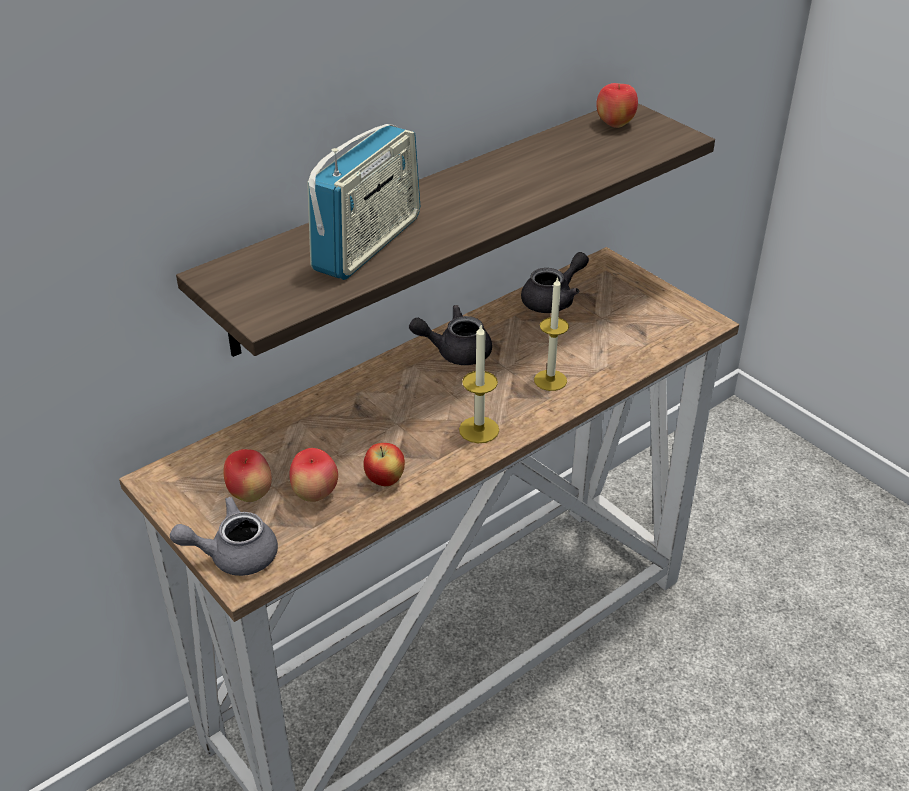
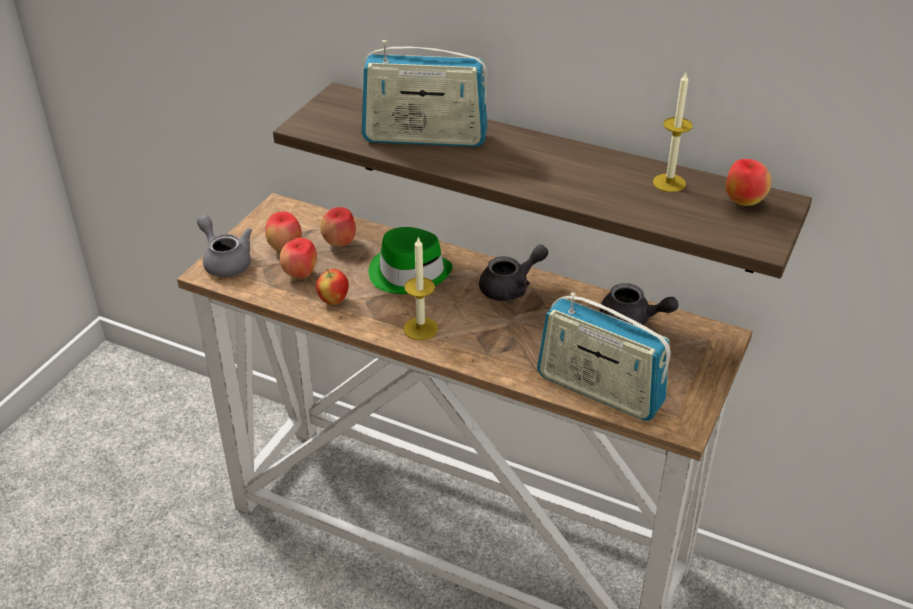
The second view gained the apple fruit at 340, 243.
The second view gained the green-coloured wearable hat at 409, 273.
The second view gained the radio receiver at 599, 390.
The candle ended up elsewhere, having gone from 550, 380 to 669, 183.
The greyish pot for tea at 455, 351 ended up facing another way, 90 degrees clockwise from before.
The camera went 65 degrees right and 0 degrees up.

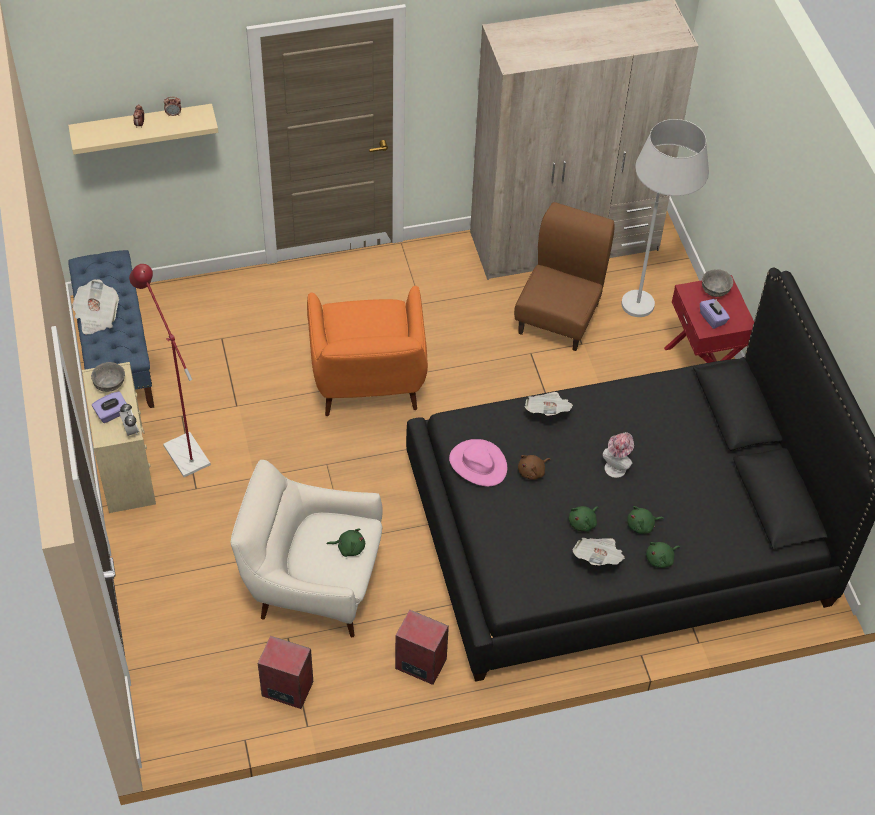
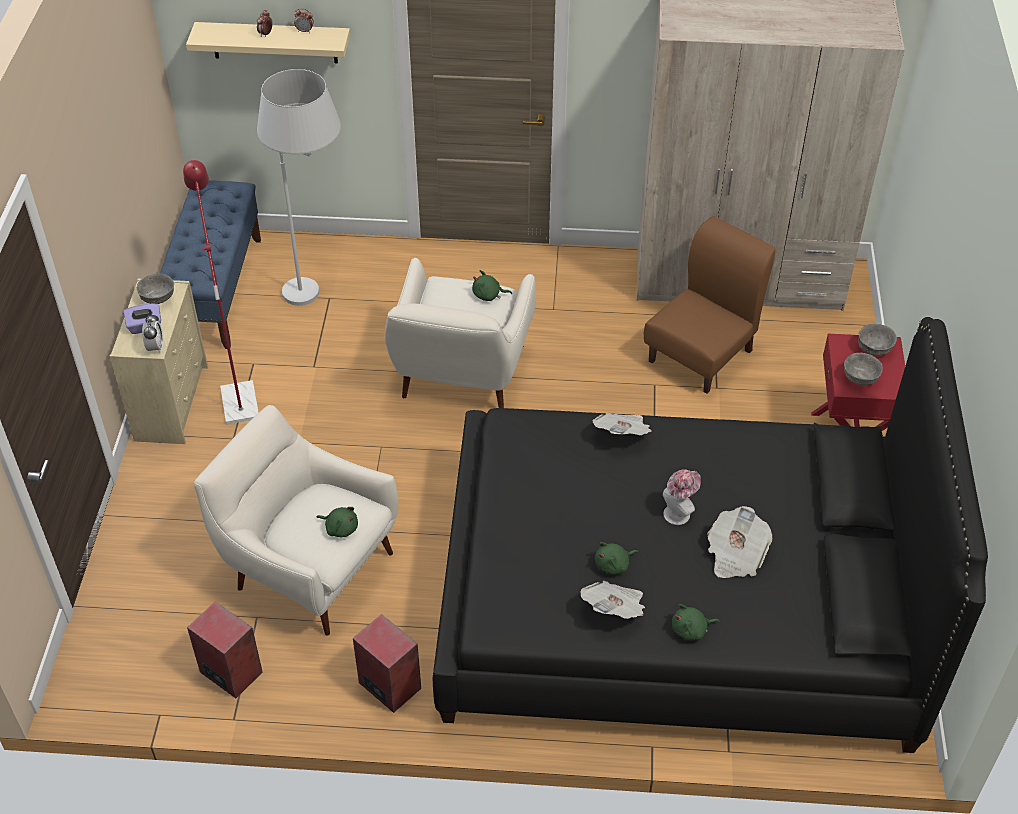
The second view lost the pinkish wearable hat at 478, 464.
The second view lost the brownish cuddly toy at 532, 471.
The daily paper ended up elsewhere, having gone from 96, 316 to 735, 555.
The white floor lamp ended up elsewhere, having gone from 648, 294 to 319, 285.
The green-coloured cuddly toy ended up elsewhere, having gone from 642, 525 to 488, 295.
Where the purplish box of tissues stood at 713, 319, the greyish bowl came to stand at 859, 378.
What was the orangey armchair at 368, 384 turned into the white armchair at 461, 377.
The camera went 20 degrees right and 5 degrees down.

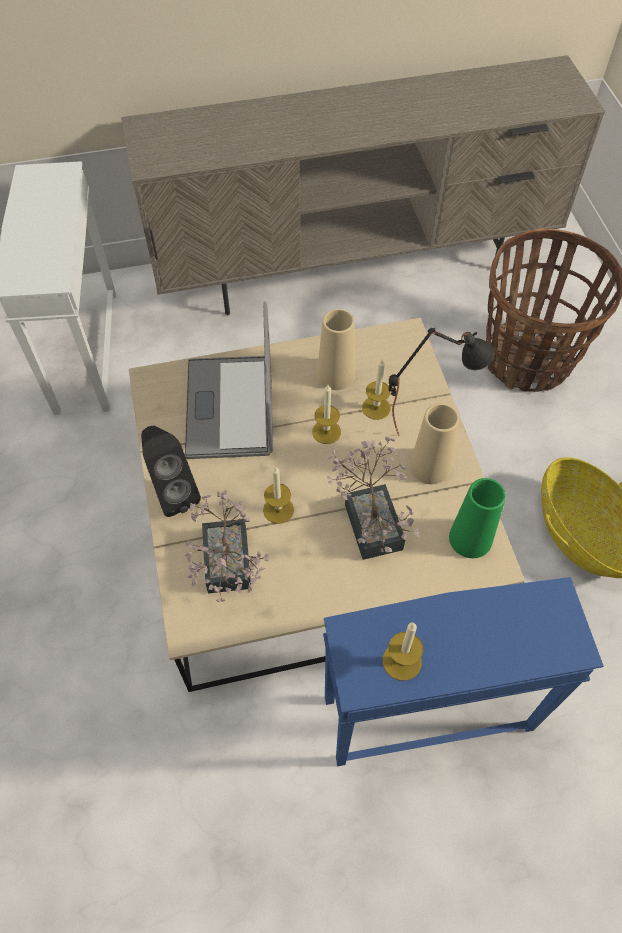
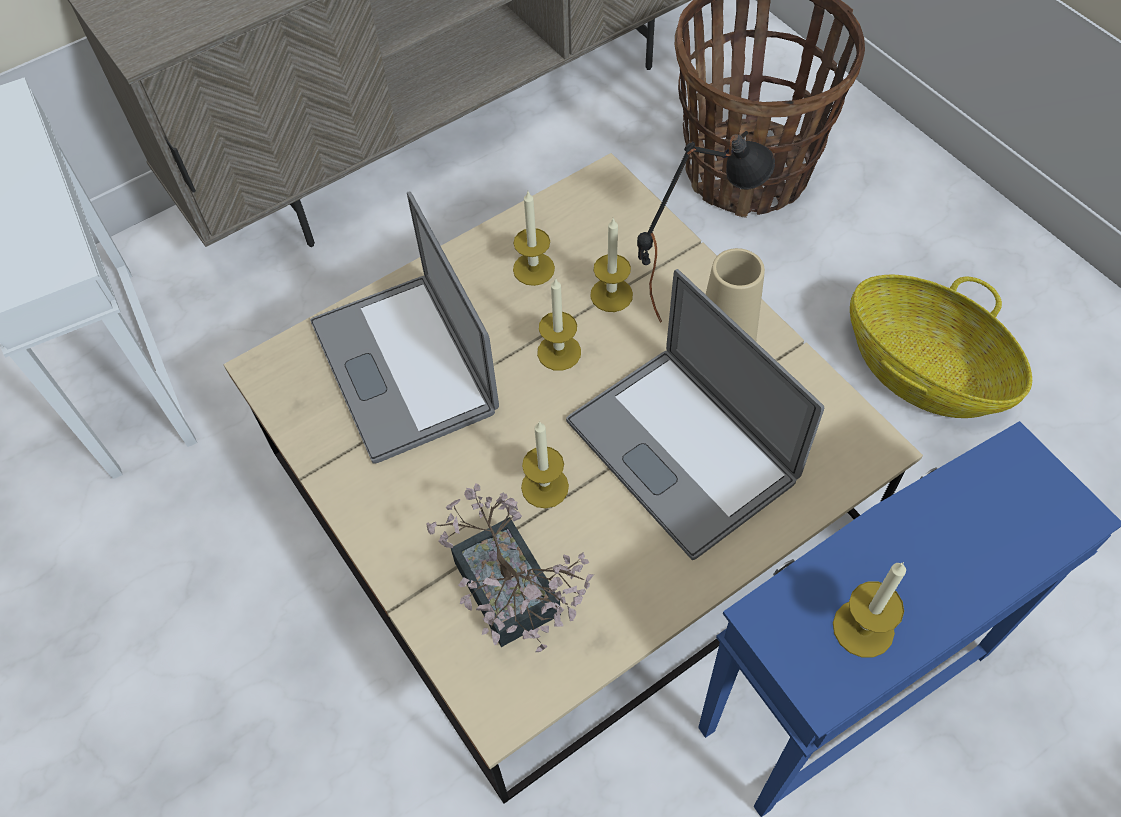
The second view lost the black audio speaker at 173, 492.
The second view lost the green-coloured decorative vase at 470, 538.
Where the beige-coloured decorative vase stood at 336, 375, the candle came to stand at 533, 269.
Where the potted plant stood at 371, 519, the notebook computer came to stand at 681, 450.
The camera went 20 degrees left and 0 degrees up.

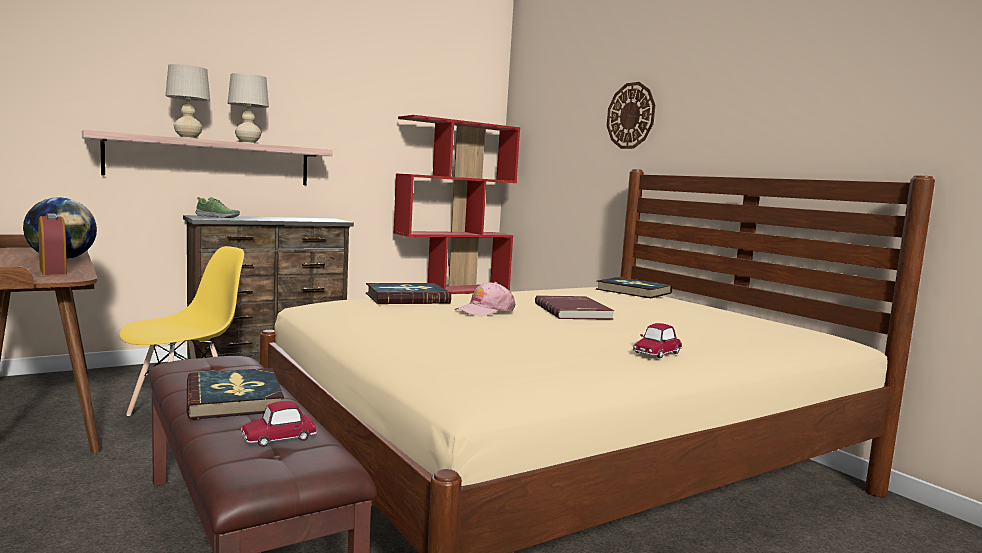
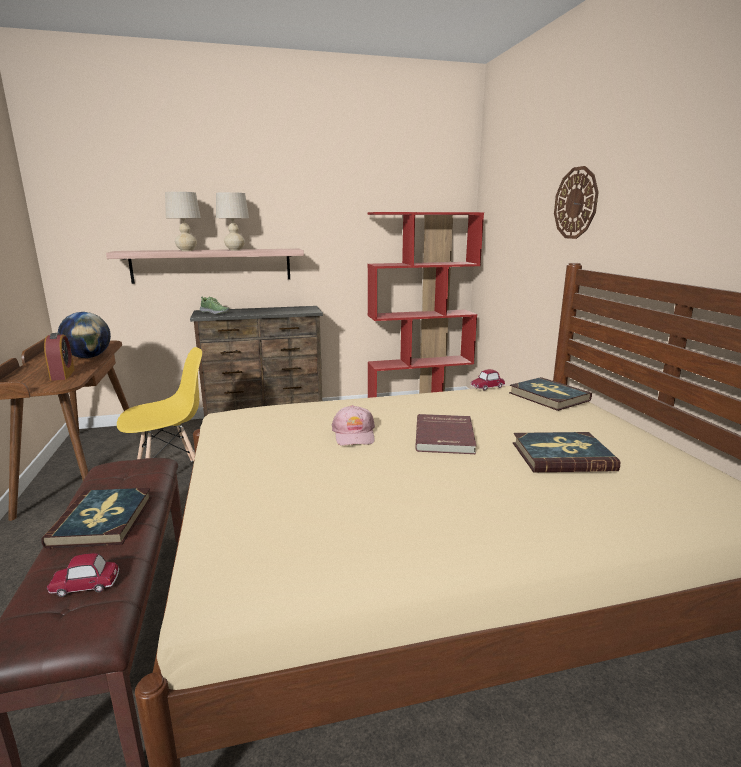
The book ended up elsewhere, having gone from 407, 298 to 562, 456.
The model car ended up elsewhere, having gone from 656, 353 to 487, 387.
The pinkish cap at 485, 311 ended up facing another way, 75 degrees counterclockwise from before.
The camera went 20 degrees right and 10 degrees up.

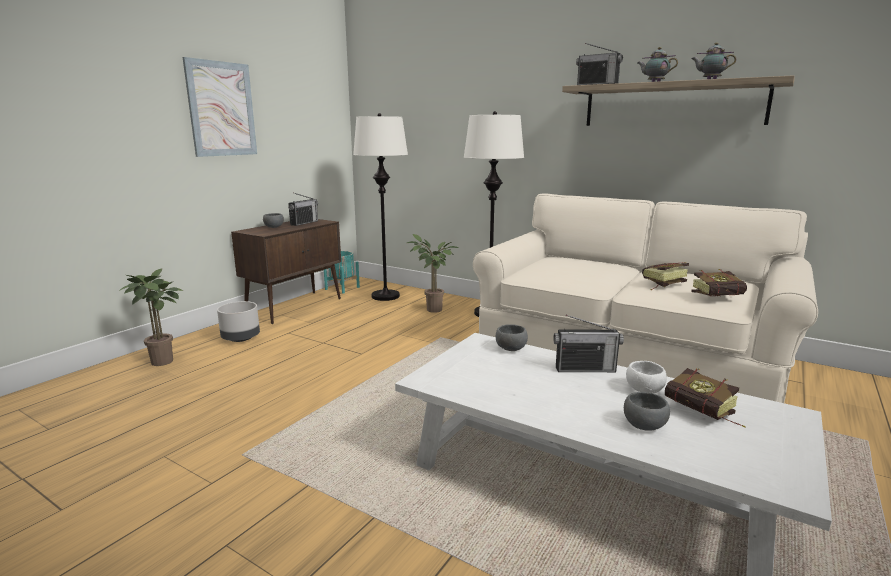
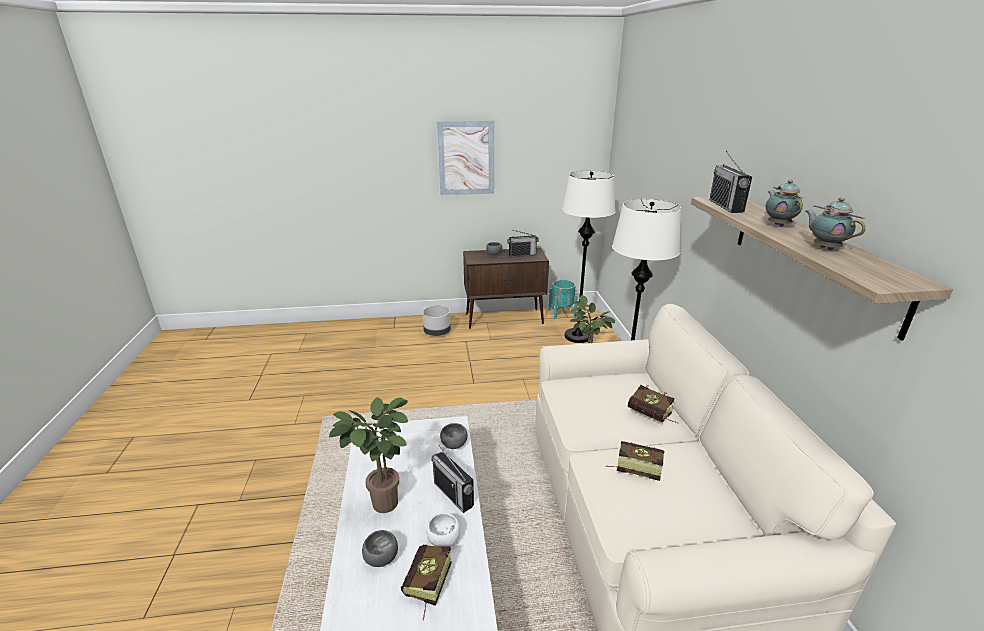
The potted plant ended up elsewhere, having gone from 164, 362 to 384, 507.
The book ended up elsewhere, having gone from 721, 298 to 653, 417.
The camera went 50 degrees right and 10 degrees up.

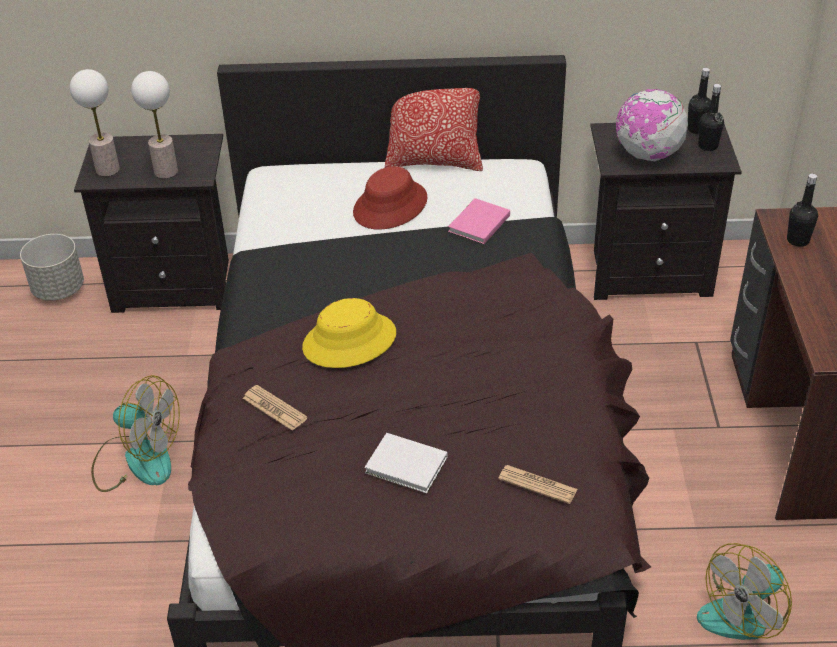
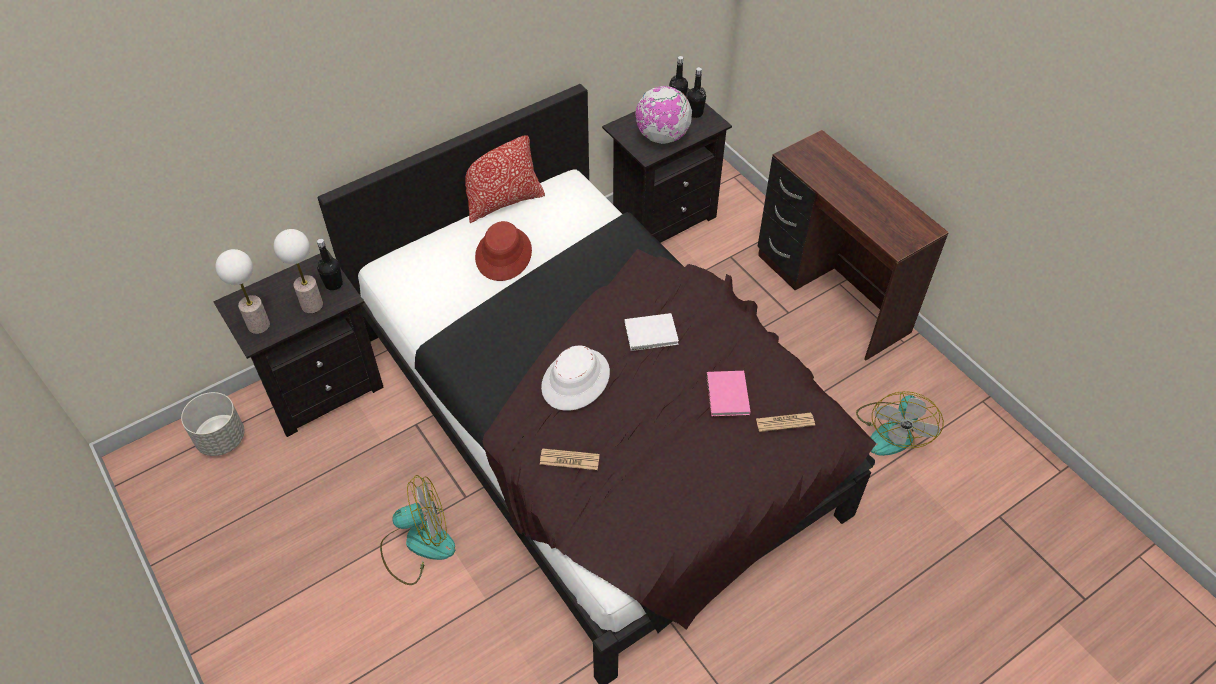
The white book ended up elsewhere, having gone from 407, 466 to 652, 334.
The pinkish book ended up elsewhere, having gone from 477, 224 to 727, 396.
The black bottle ended up elsewhere, having gone from 798, 240 to 333, 284.
What was the yellow-coloured wearable hat at 349, 341 turned into the white wearable hat at 576, 380.
The camera went 35 degrees left and 10 degrees up.

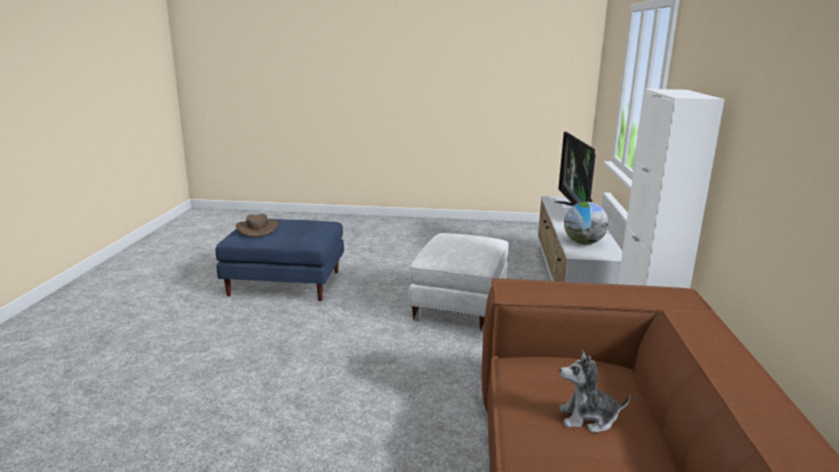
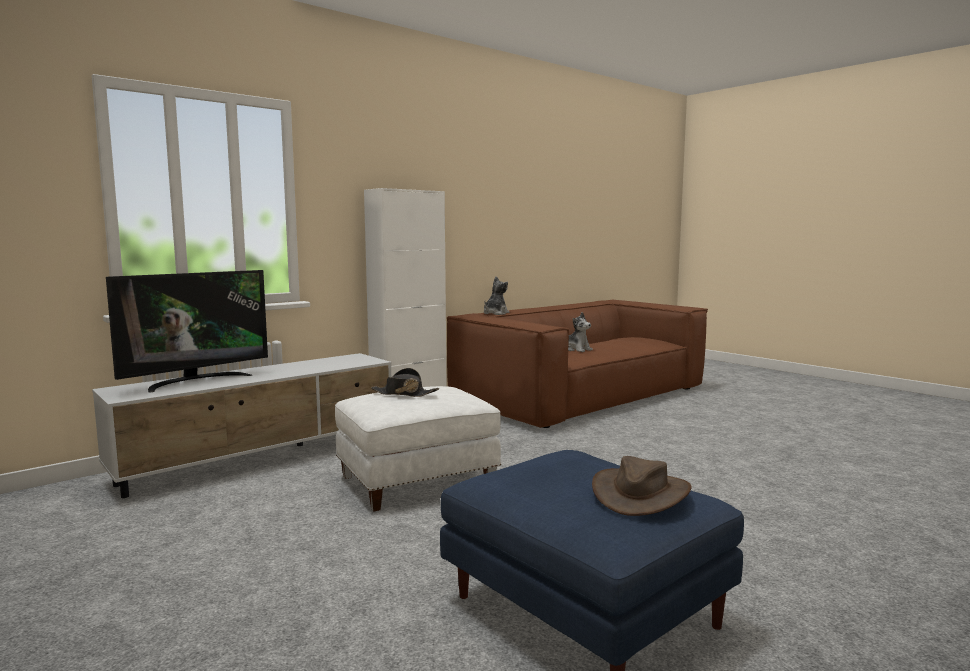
The second view lost the globe at 583, 243.
The second view gained the black wearable hat at 404, 394.
The second view gained the cuddly toy at 495, 313.
The camera went 135 degrees left and 10 degrees down.

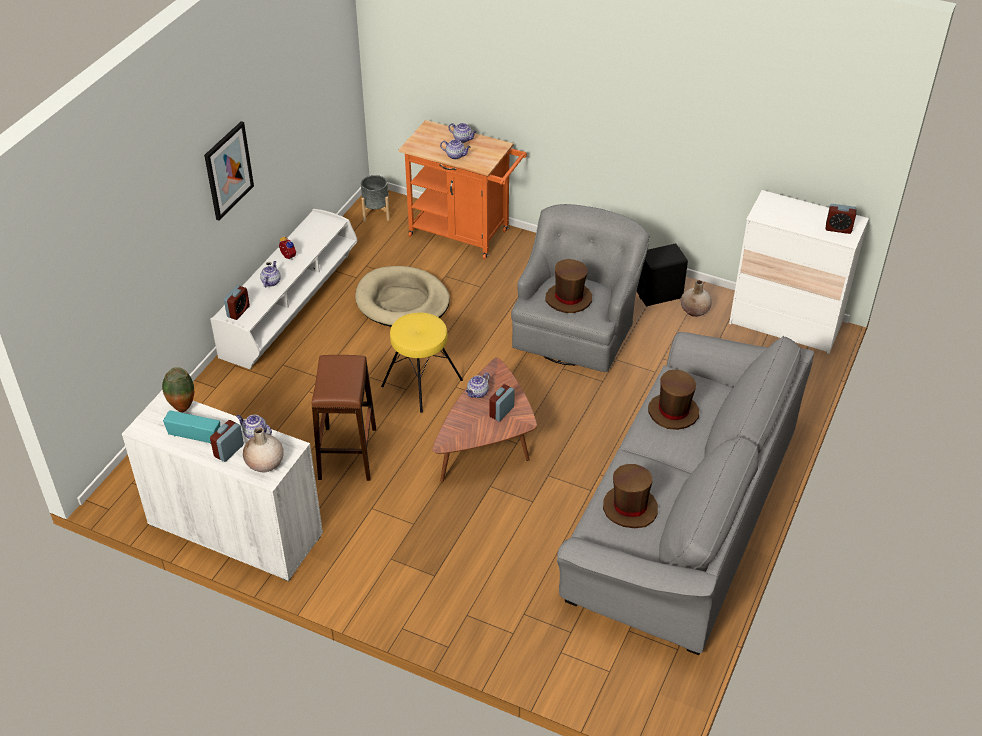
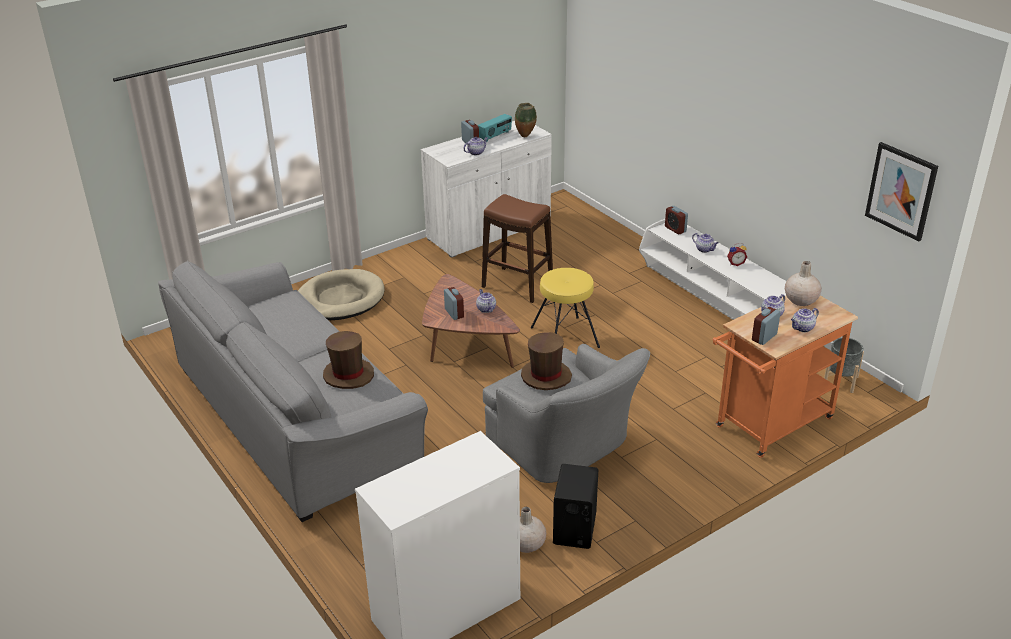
The second view lost the brownish wearable hat at 630, 508.
The picture ended up elsewhere, having gone from 228, 170 to 901, 191.
The beige-coloured decorative vase ended up elsewhere, having gone from 265, 463 to 800, 300.
The beige-coloured dog bed ended up elsewhere, having gone from 402, 301 to 340, 299.
The bedside clock ended up elsewhere, having gone from 838, 229 to 764, 337.
The camera went 120 degrees right and 10 degrees down.

